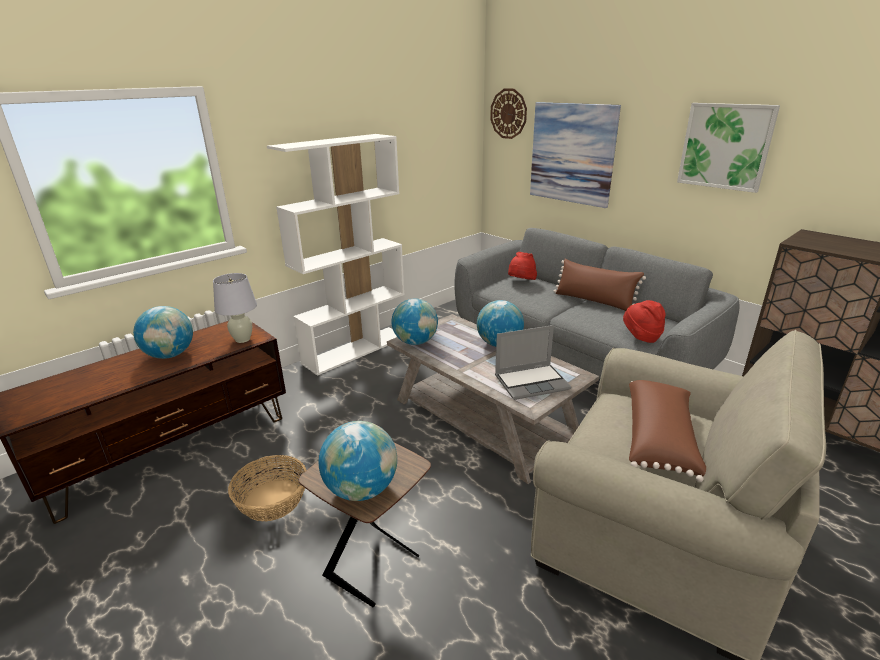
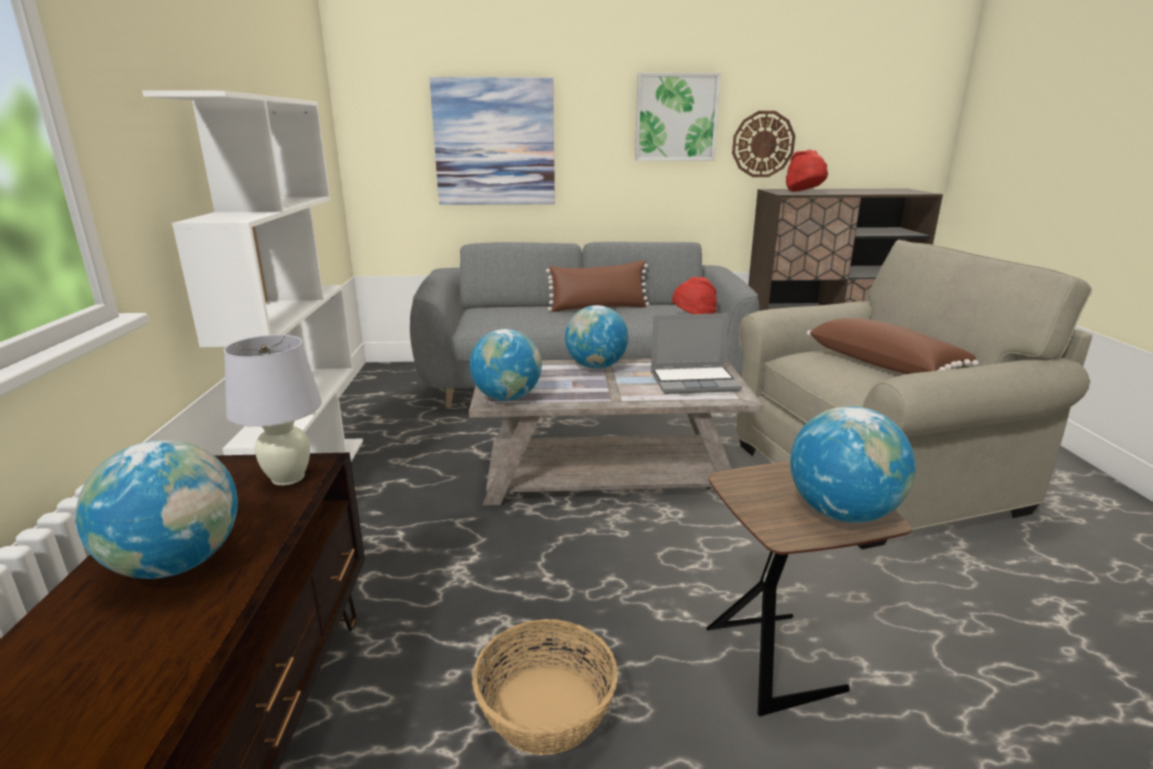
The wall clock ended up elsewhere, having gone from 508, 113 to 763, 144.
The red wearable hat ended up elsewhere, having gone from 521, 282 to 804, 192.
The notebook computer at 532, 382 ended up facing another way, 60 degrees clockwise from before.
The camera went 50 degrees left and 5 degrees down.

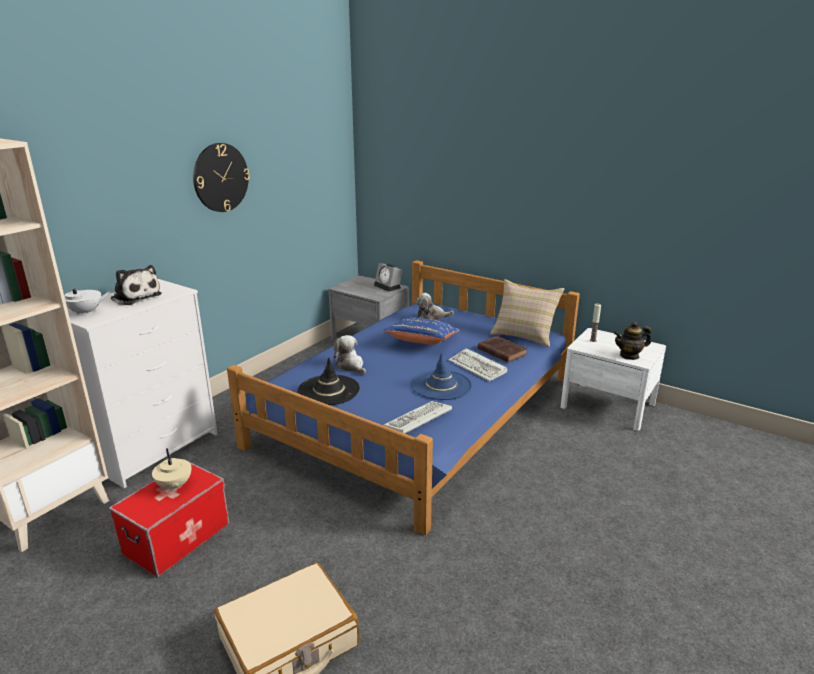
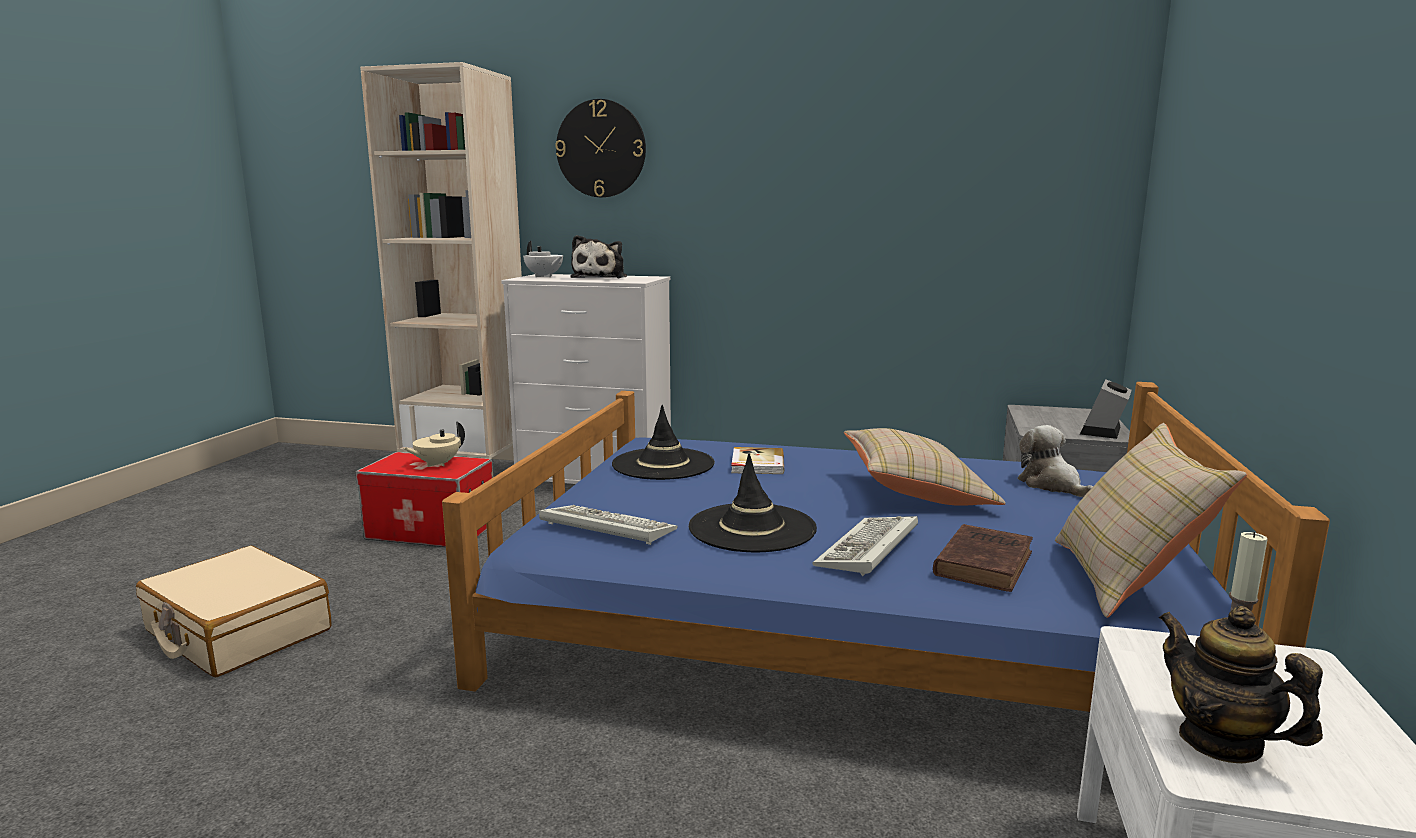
The wall clock ended up elsewhere, having gone from 221, 177 to 601, 149.
Where the cuddly toy stood at 350, 366, the book came to stand at 756, 464.
What was the bluish pillow at 422, 342 turned into the beige-coloured pillow at 915, 493.
What was the bluish wearable hat at 441, 385 turned into the black wearable hat at 752, 528.
The camera went 70 degrees right and 10 degrees down.

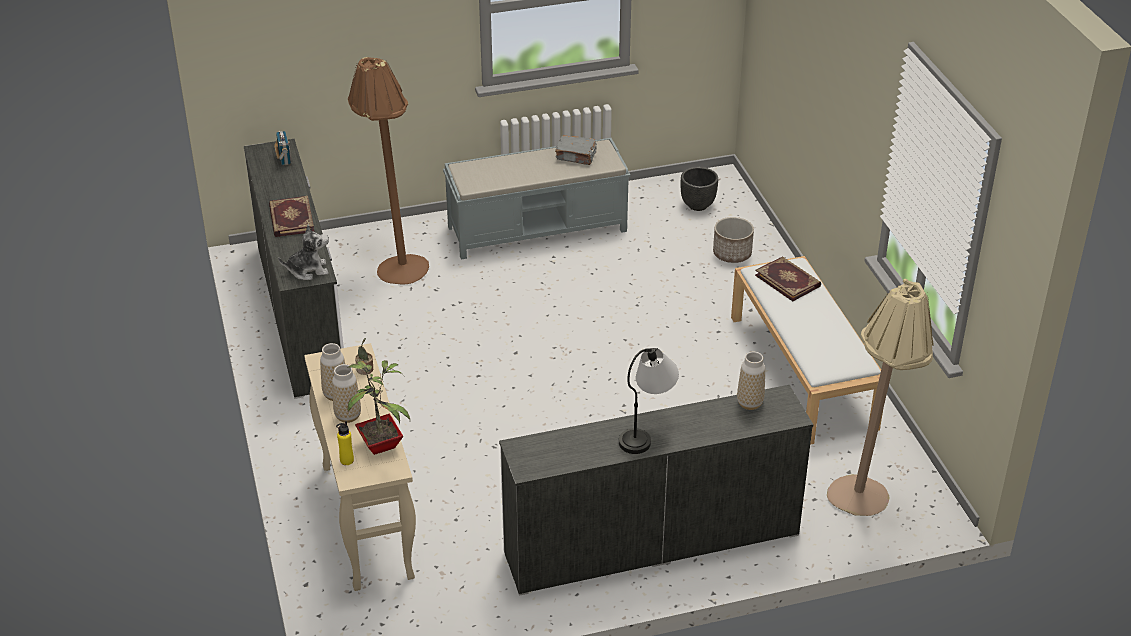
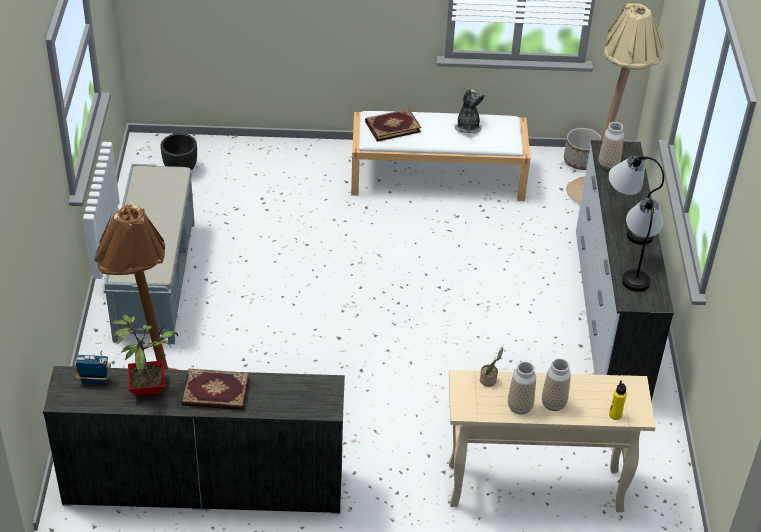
The second view lost the greyish book at 576, 156.
The second view gained the lamp for a table at 636, 269.
The cuddly toy ended up elsewhere, having gone from 308, 270 to 467, 126.
The potted plant ended up elsewhere, having gone from 382, 444 to 147, 386.
The flower pot ended up elsewhere, having gone from 732, 254 to 580, 161.
The camera went 75 degrees left and 5 degrees up.

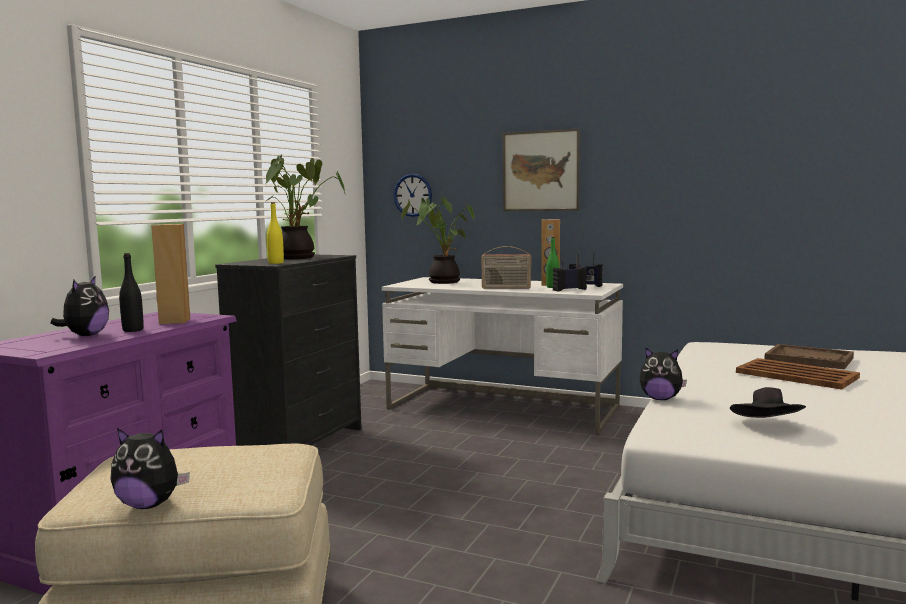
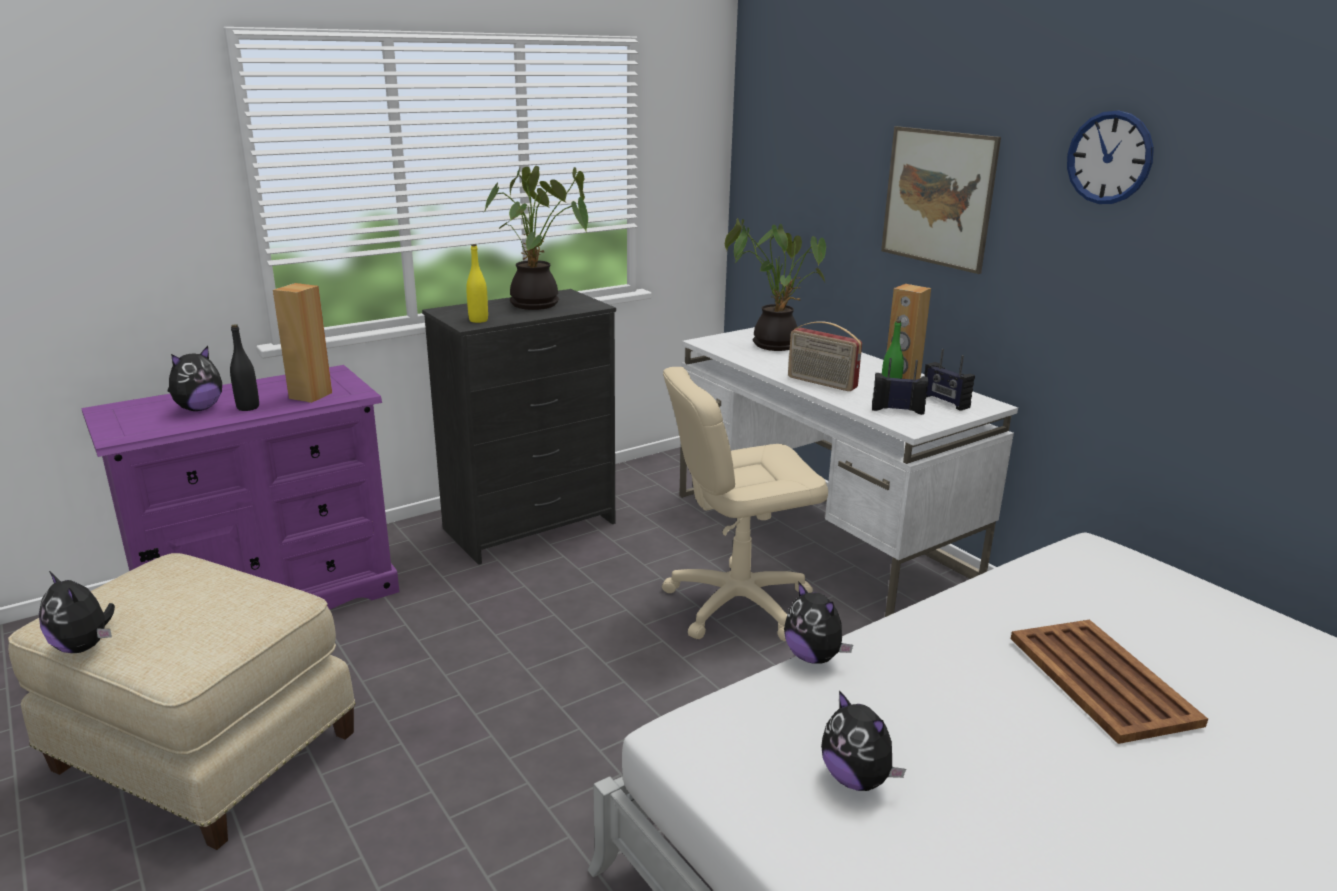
The second view lost the brownish serving tray at 809, 359.
The second view gained the beige-coloured computer chair at 737, 603.
The wall clock ended up elsewhere, having gone from 412, 195 to 1109, 158.
Where the black wearable hat stood at 767, 427, the cuddly toy came to stand at 856, 779.
The camera went 30 degrees right and 15 degrees up.

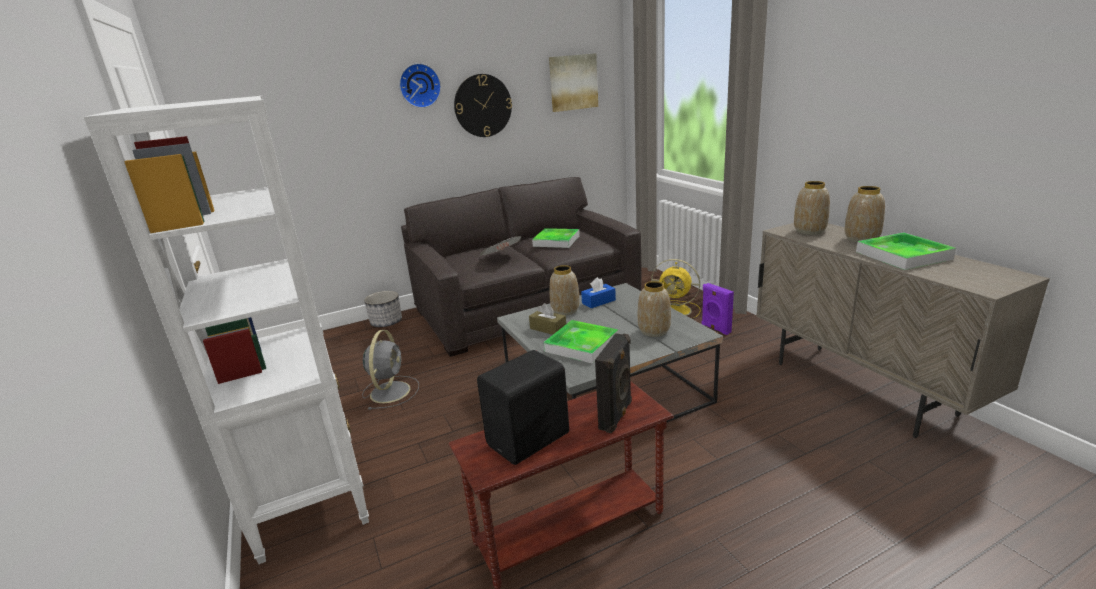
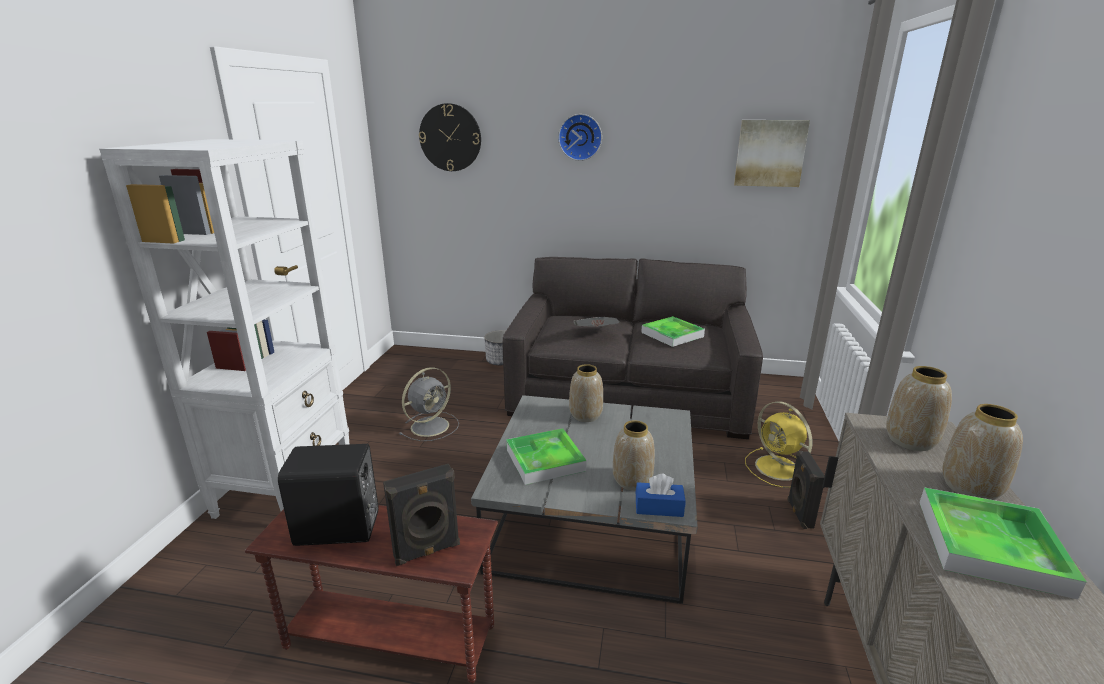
The second view lost the brownish box of tissues at 548, 328.
The wall clock ended up elsewhere, having gone from 483, 105 to 450, 137.
The bluish box of tissues ended up elsewhere, having gone from 598, 302 to 659, 507.
What was the purplish audio speaker at 715, 329 turned into the black audio speaker at 799, 514.
The camera went 35 degrees right and 0 degrees up.

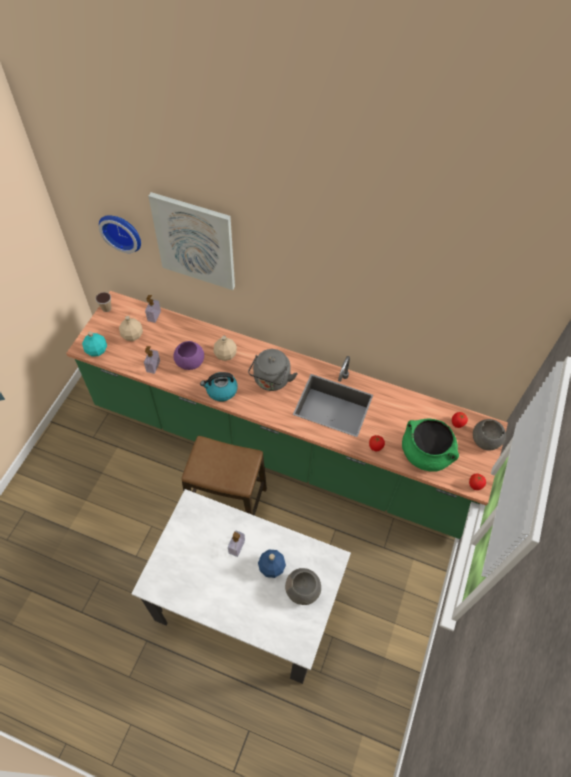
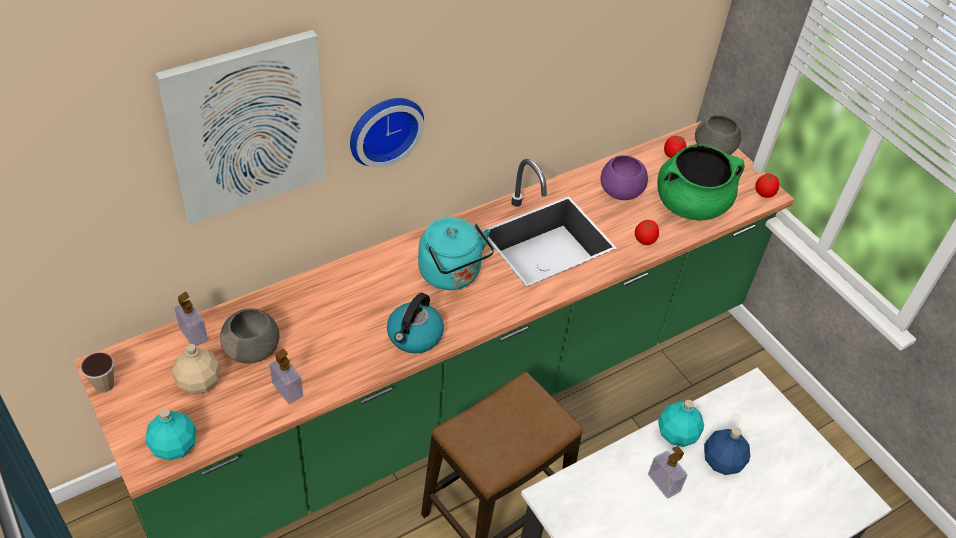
The second view lost the beige-coloured bottle at 225, 355.
The second view gained the blue-green bottle at 676, 435.
The wall clock ended up elsewhere, having gone from 122, 231 to 383, 128.
The purplish bowl ended up elsewhere, having gone from 189, 362 to 620, 192.
The greyish bowl ended up elsewhere, having gone from 303, 590 to 253, 349.
What was the greyish kettle at 271, 381 turned into the blue-green kettle at 452, 275.
The camera went 55 degrees left and 10 degrees down.

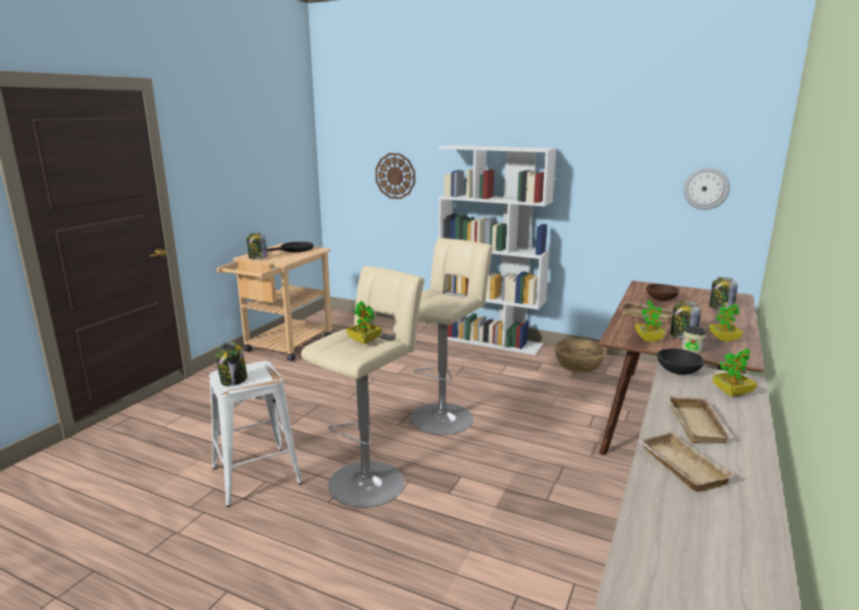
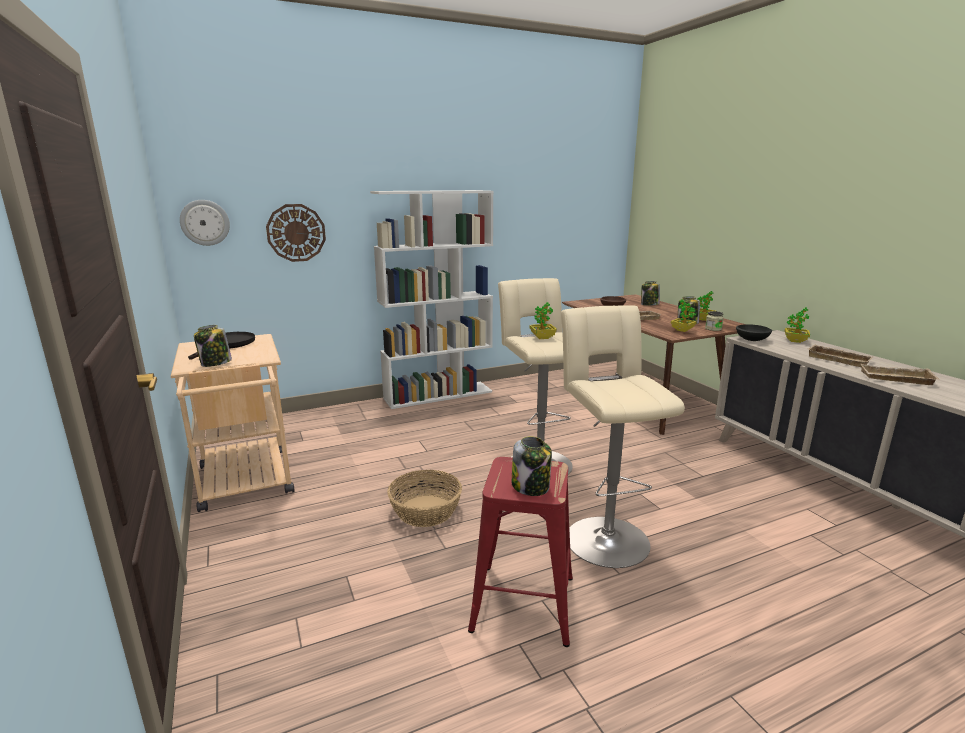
The potted plant ended up elsewhere, having gone from 364, 341 to 542, 337.
The basket ended up elsewhere, having gone from 578, 365 to 426, 511.
The wall clock ended up elsewhere, having gone from 706, 188 to 205, 222.
What was the white sitting stool at 256, 474 turned into the red sitting stool at 522, 602.
The camera went 50 degrees left and 0 degrees up.

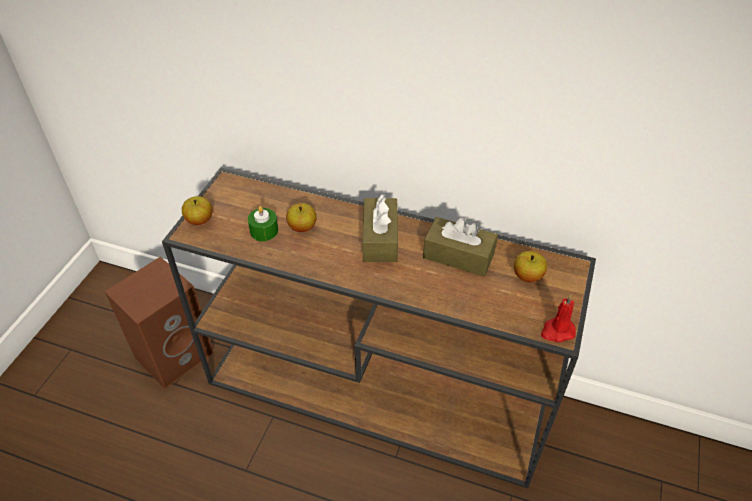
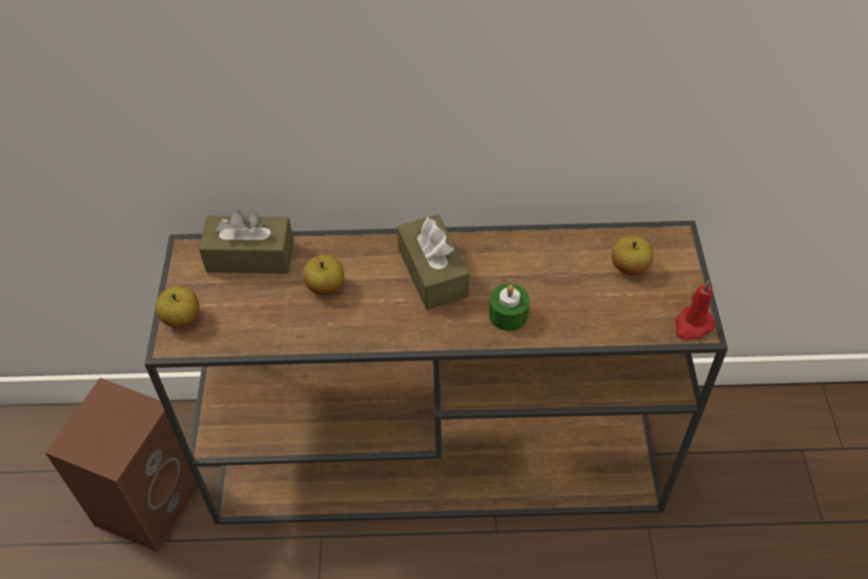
The green-coloured candle ended up elsewhere, having gone from 264, 231 to 508, 315.
The brownish box of tissues ended up elsewhere, having gone from 458, 256 to 250, 256.
The camera went 20 degrees left and 5 degrees up.

